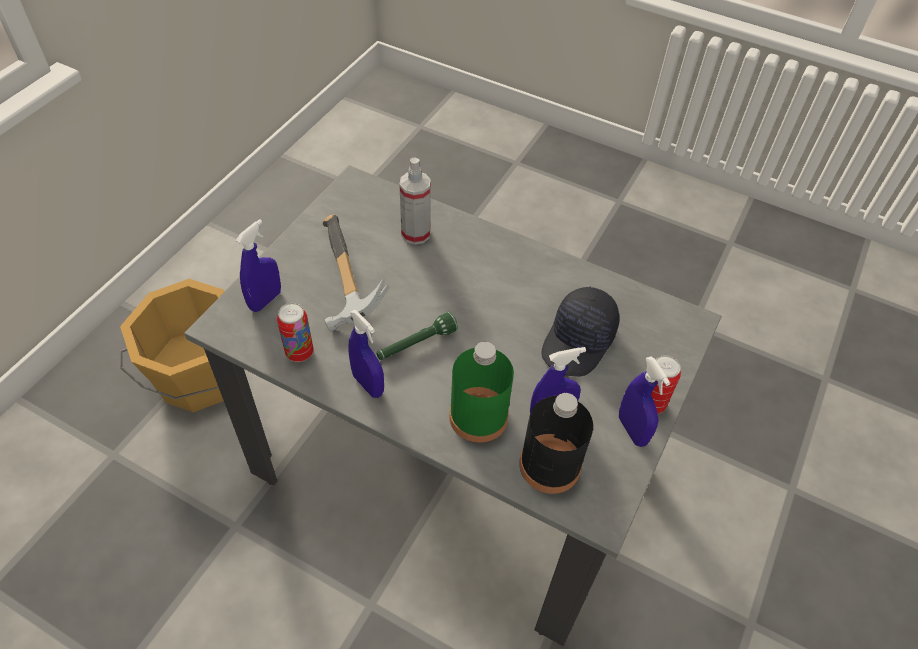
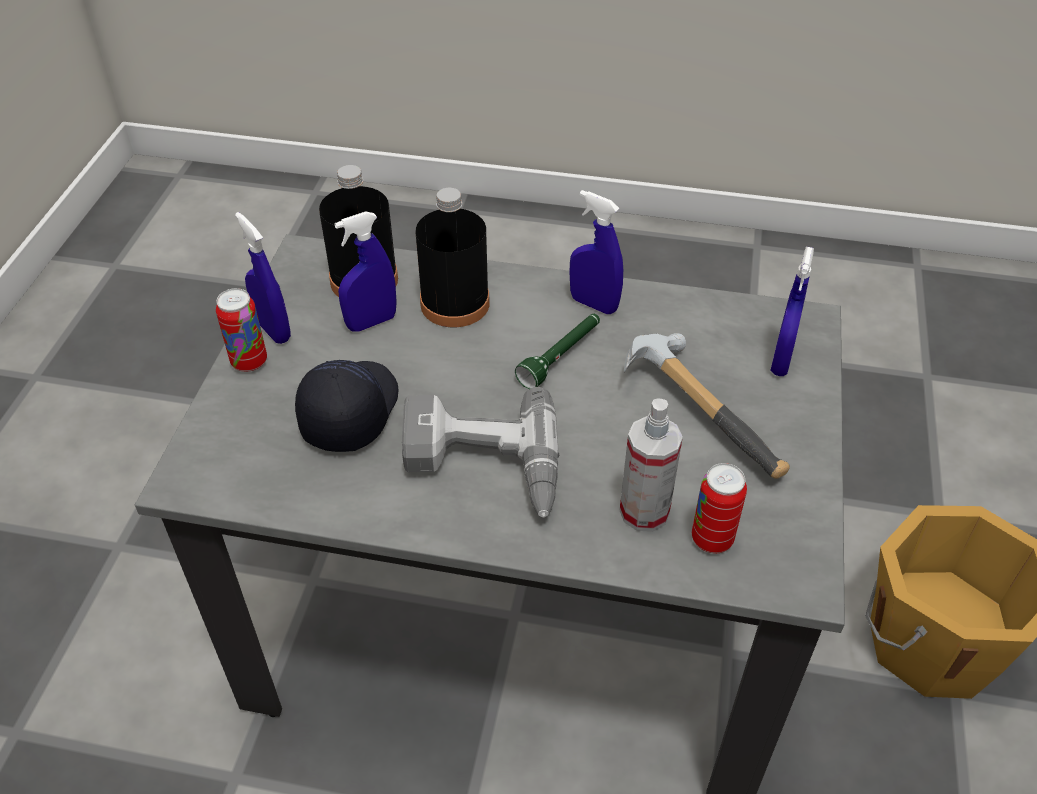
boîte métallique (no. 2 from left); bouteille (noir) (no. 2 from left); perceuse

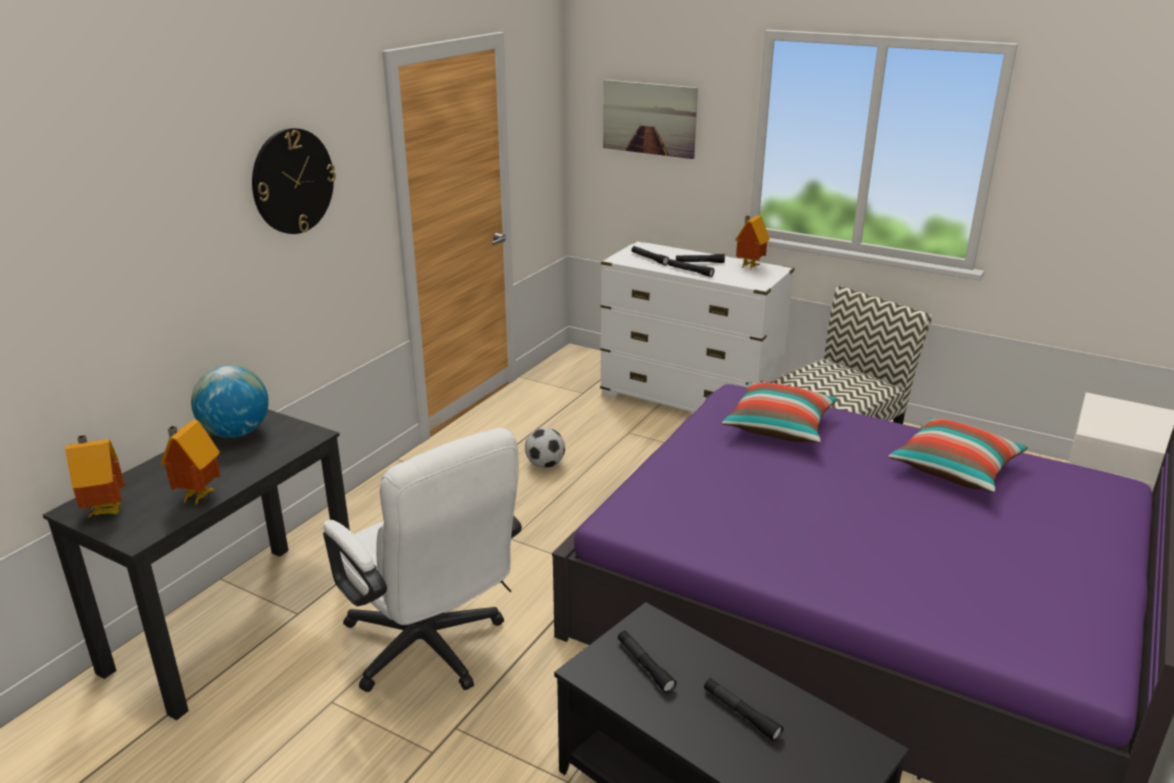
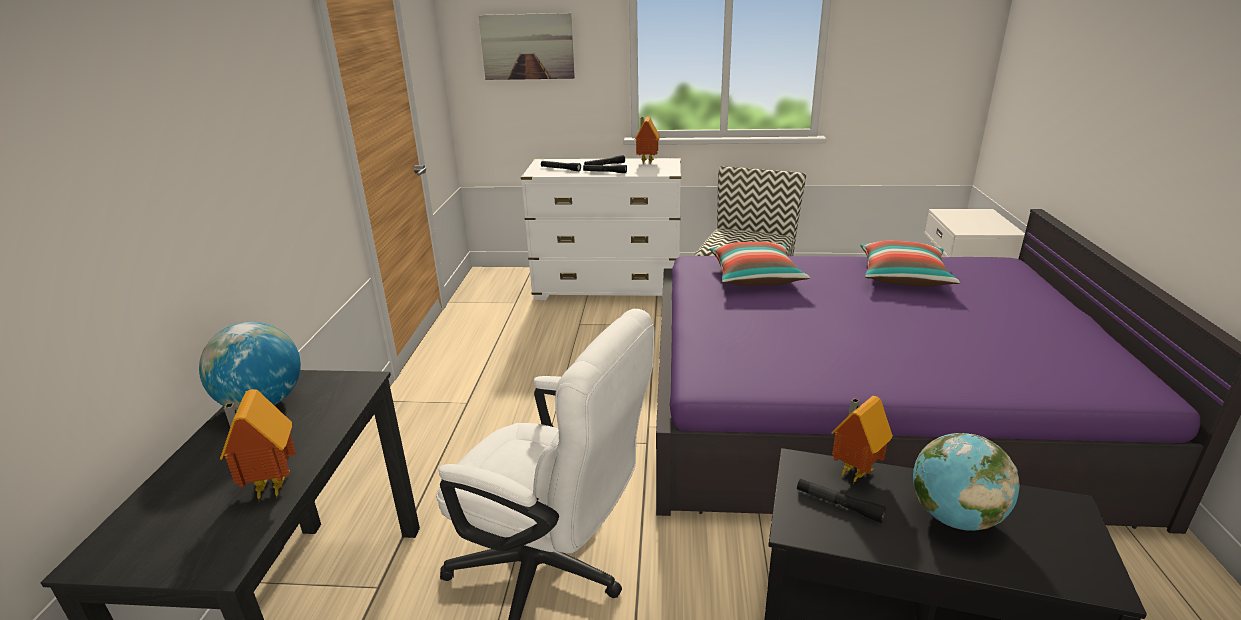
maison miniature (no. 3 from left); horloge murale; ballon de foot; globe (no. 2 from left)

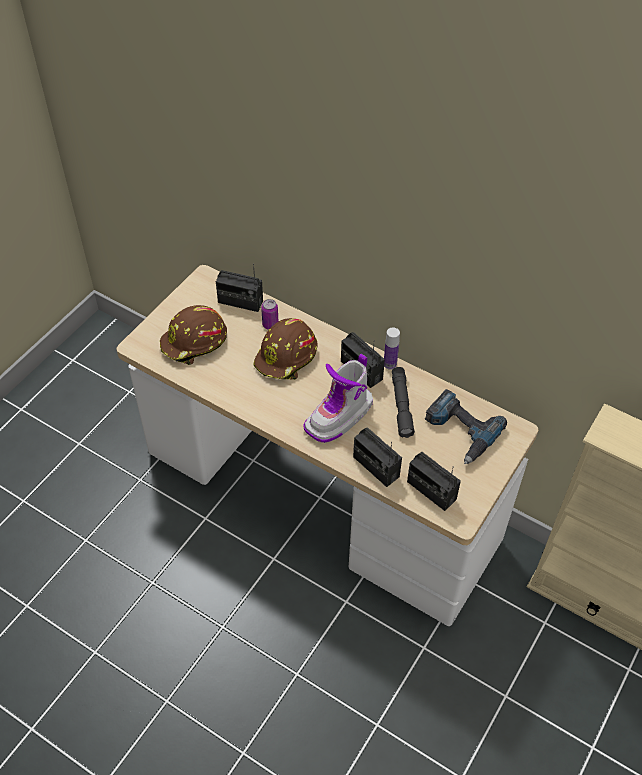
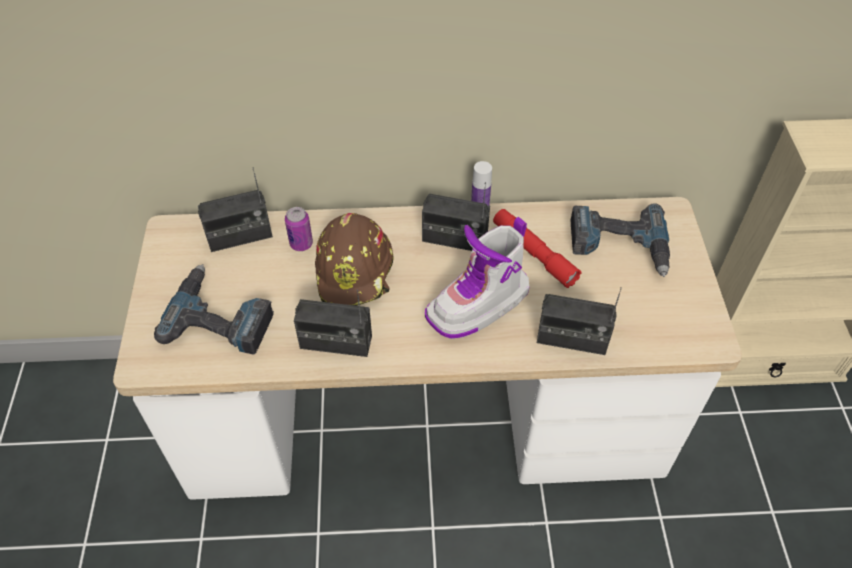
perceuse (no. 1 from left); botte; lampe de poche (rouge); radio (no. 2 from left)

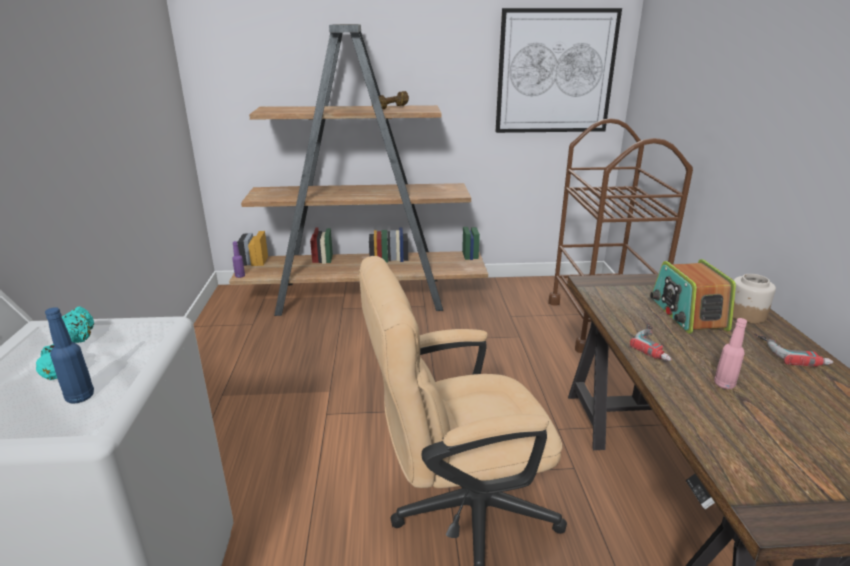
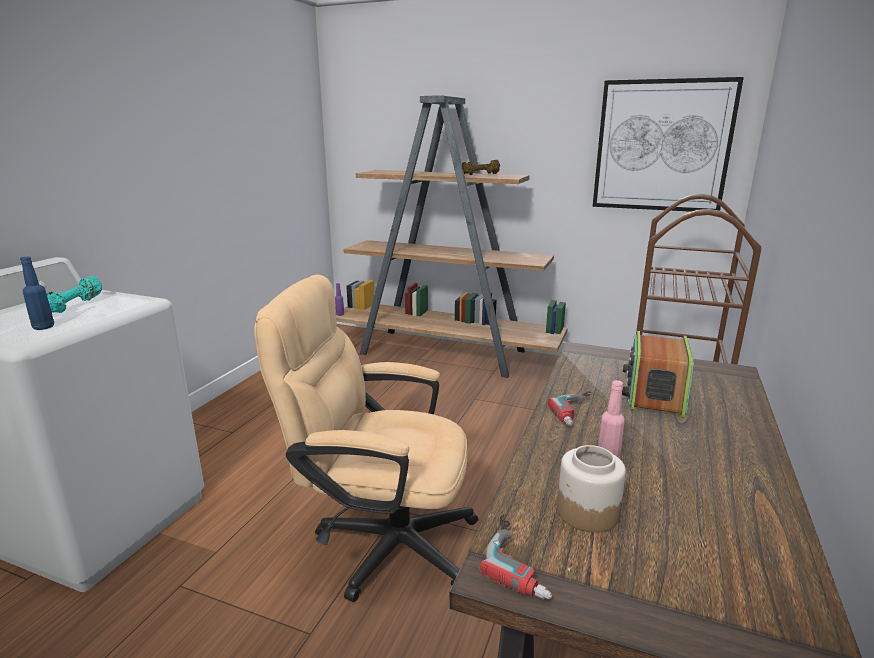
bocal; perceuse (no. 1 from left)

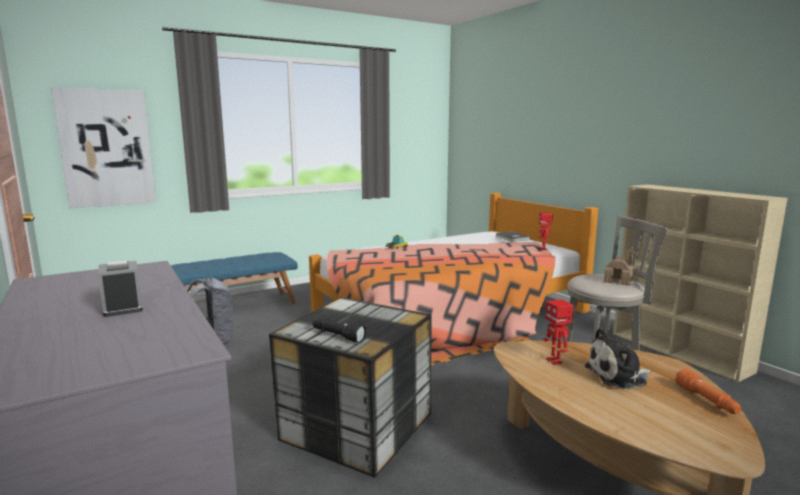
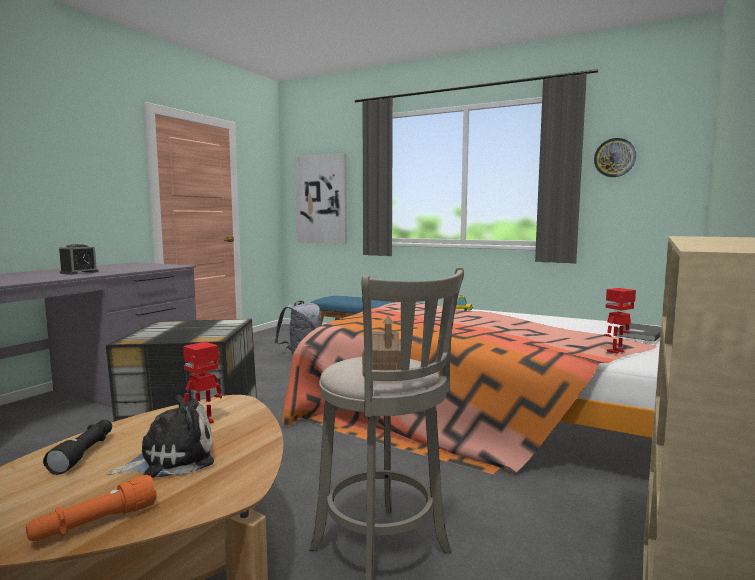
lampe de poche (noir); peluche; horloge murale

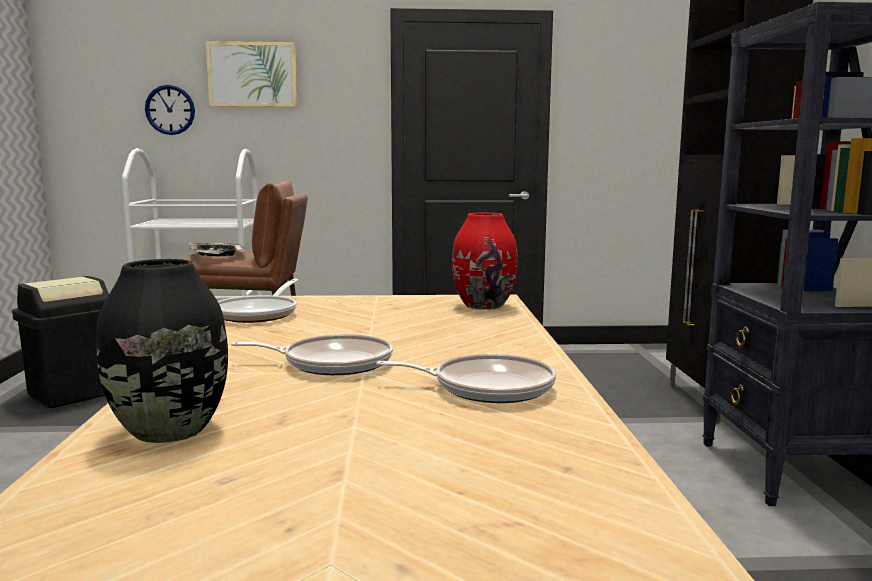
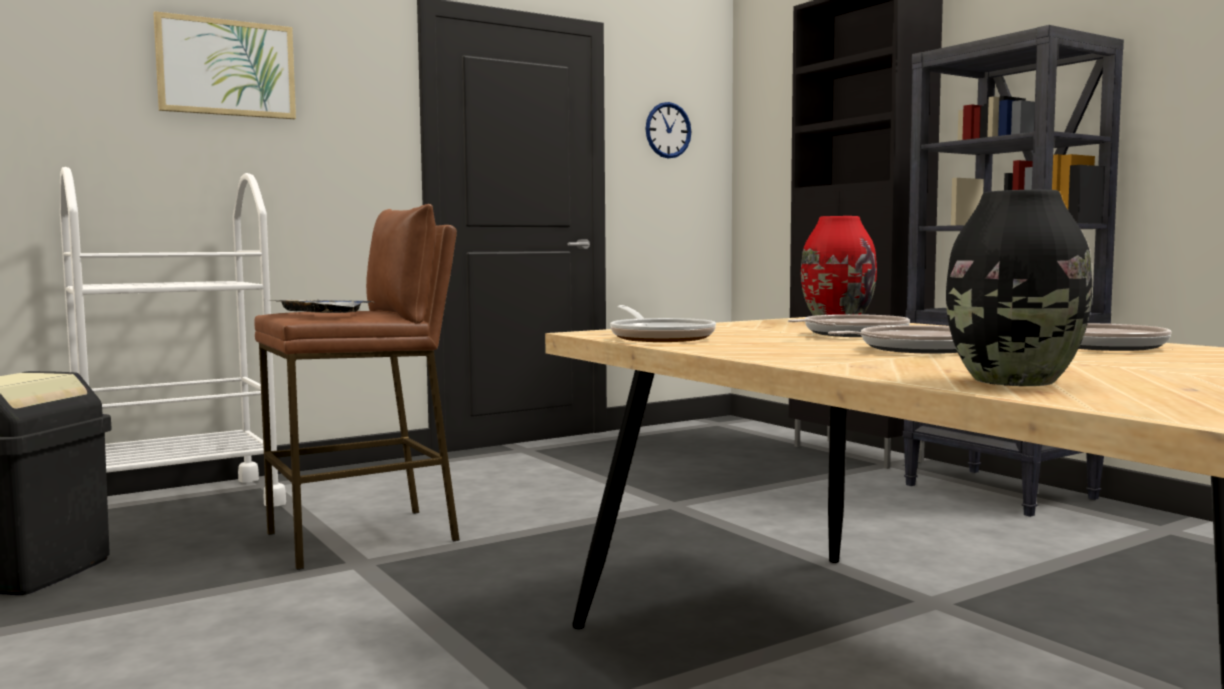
horloge murale; poêle (no. 2 from left)

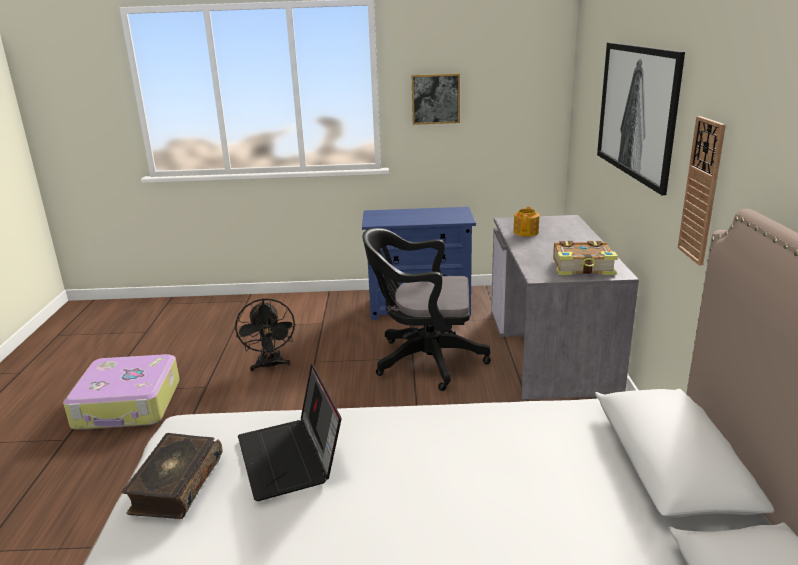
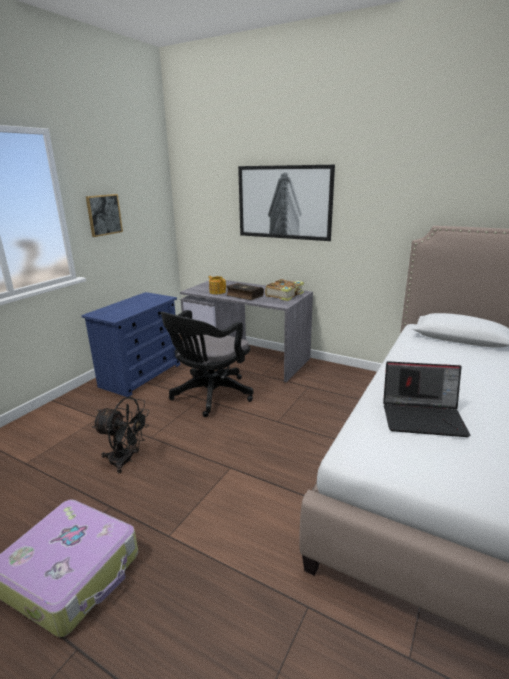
livre (no. 1 from left); horloge murale

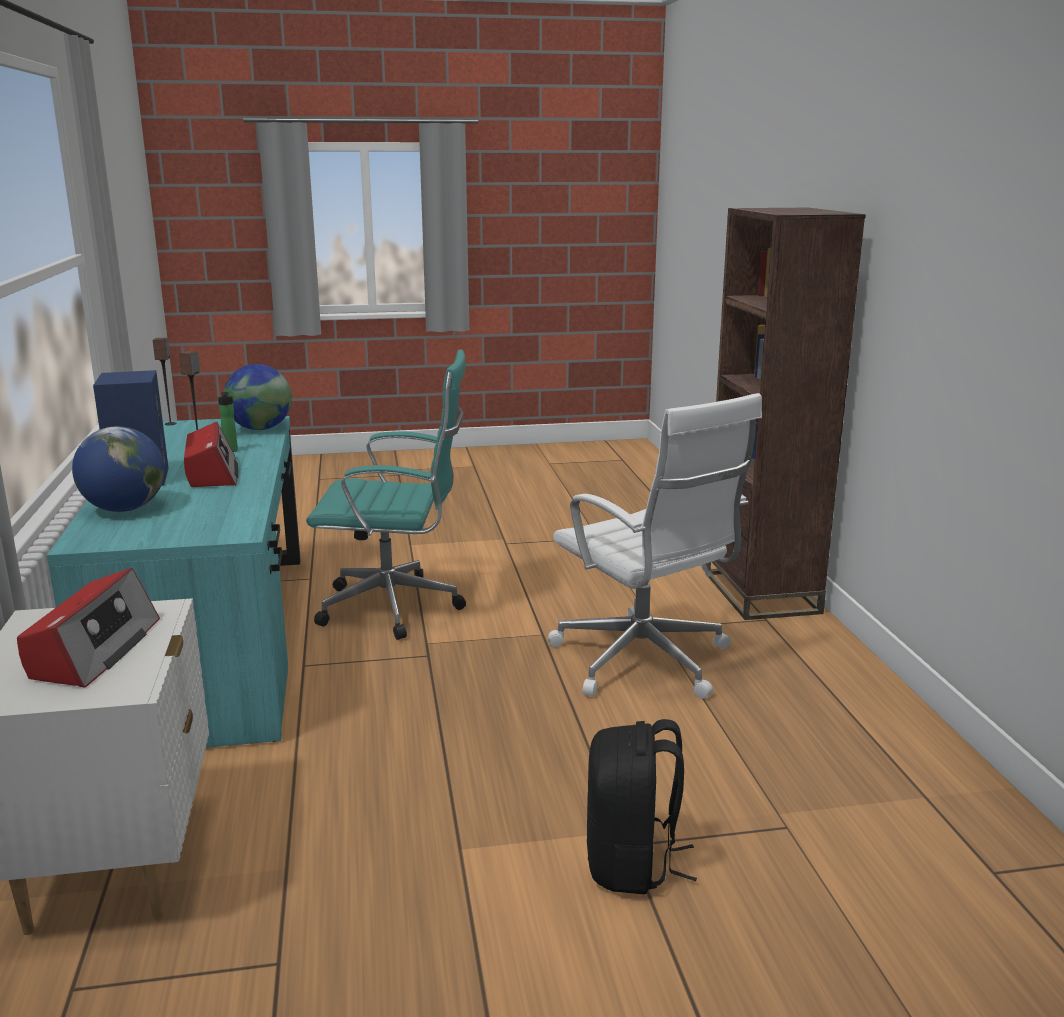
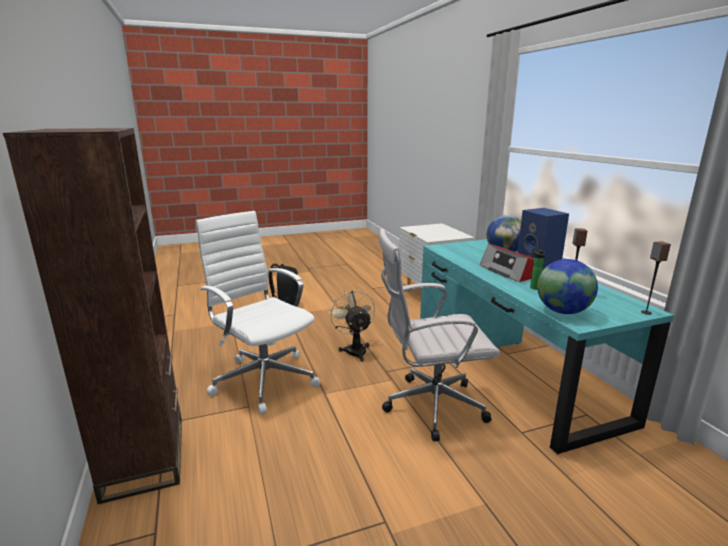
radio (no. 1 from left in the first image); chaise de bureau (blanc) (no. 2 from left); ventilateur (beige)

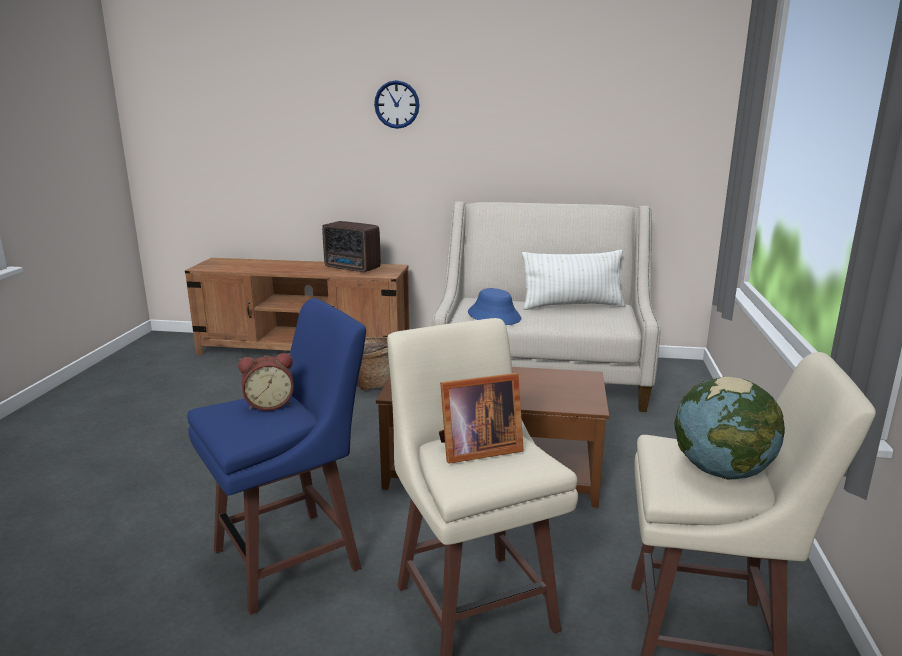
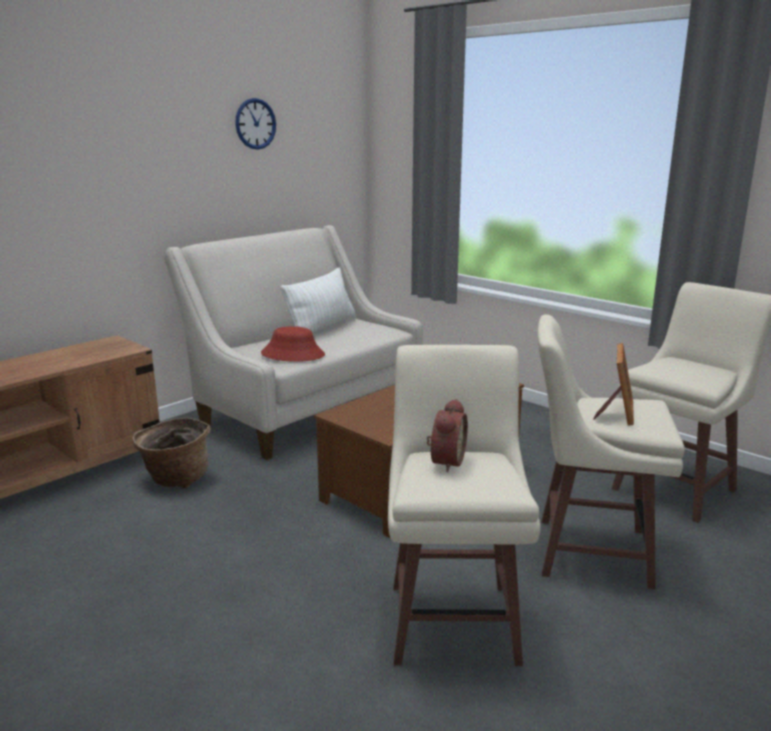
tabouret (beige) (no. 1 from left); radio; horloge murale; chapeau (rouge); globe

